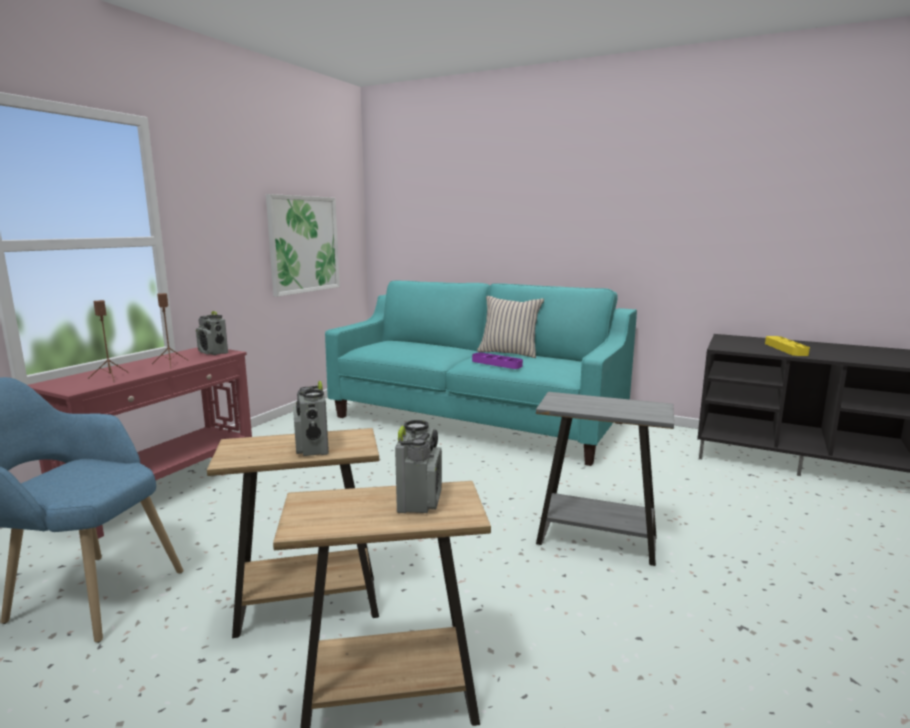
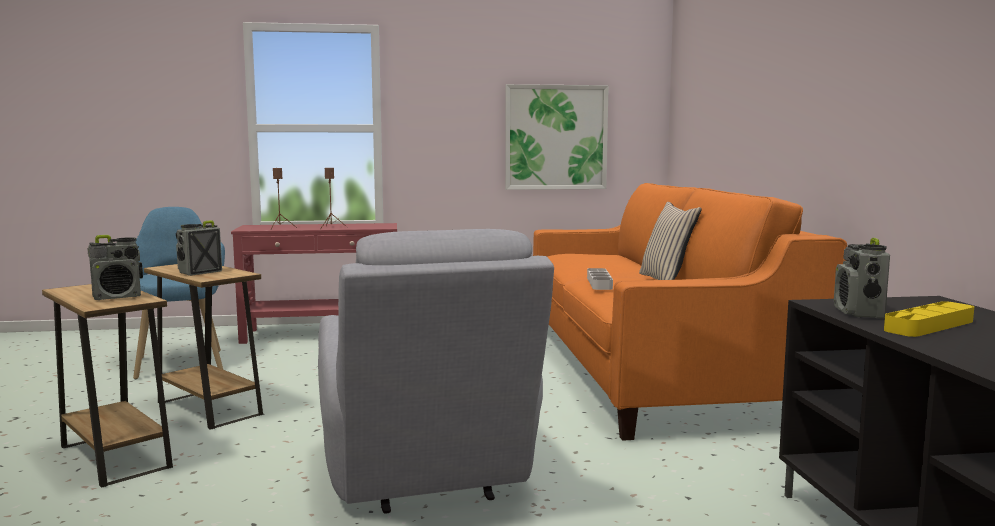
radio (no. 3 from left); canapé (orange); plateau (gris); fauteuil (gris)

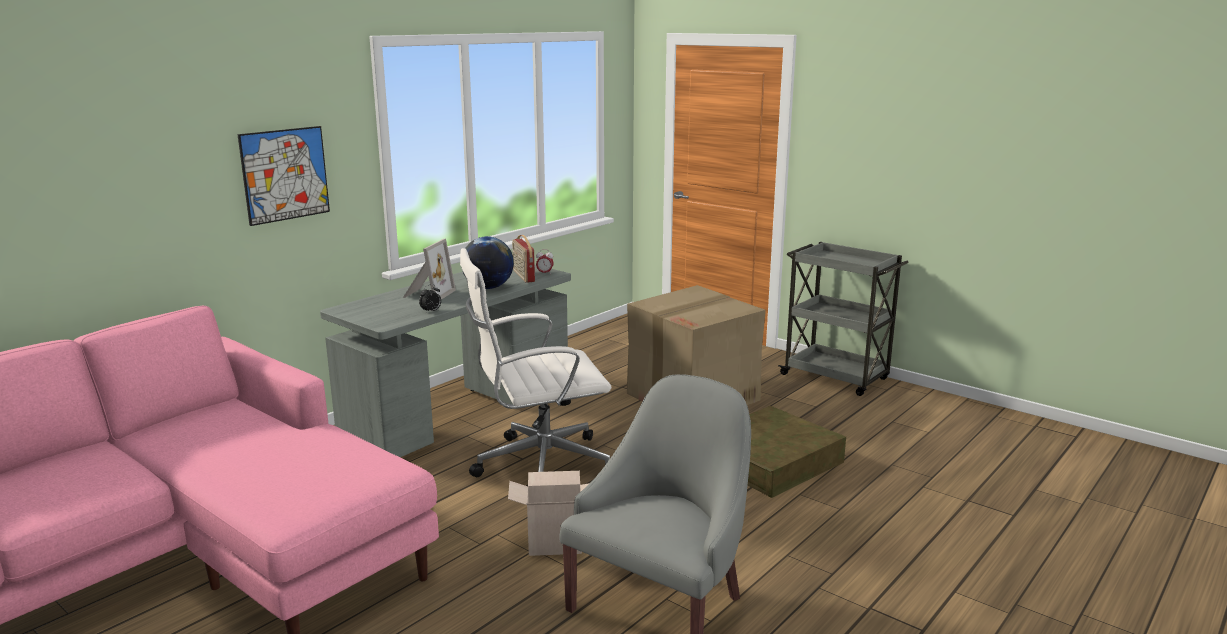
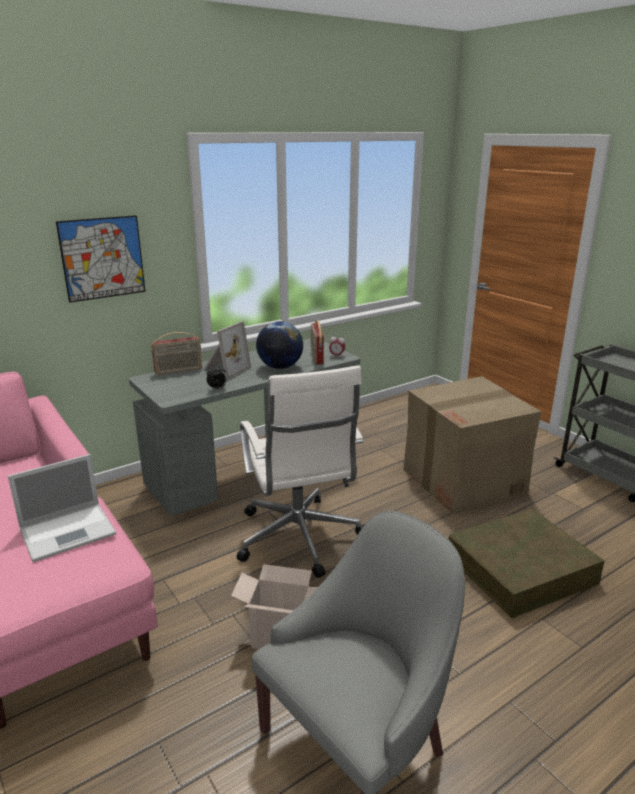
chaise de bureau (blanc); ordinateur portable; radio (no. 1 from left)

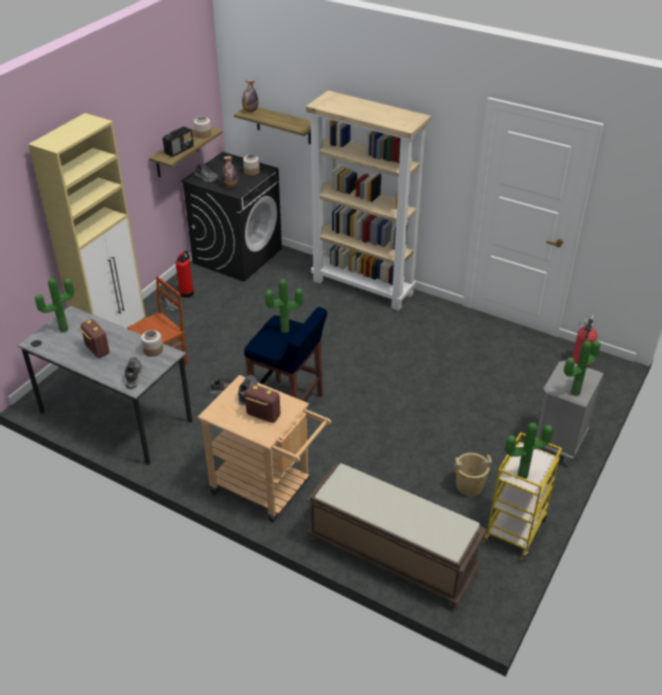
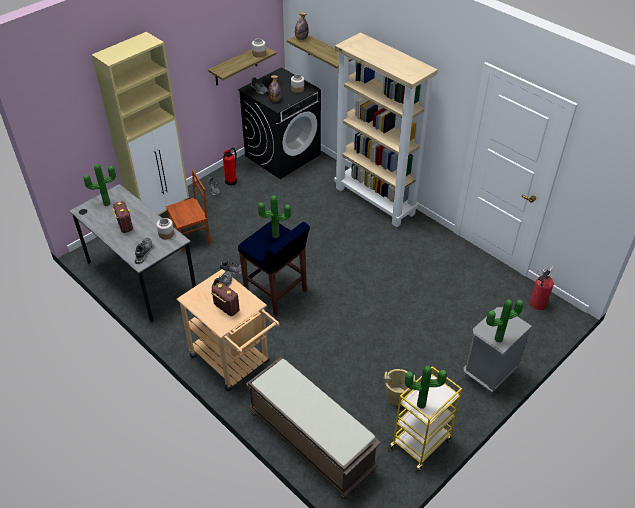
radio (no. 2 from left in the first image)

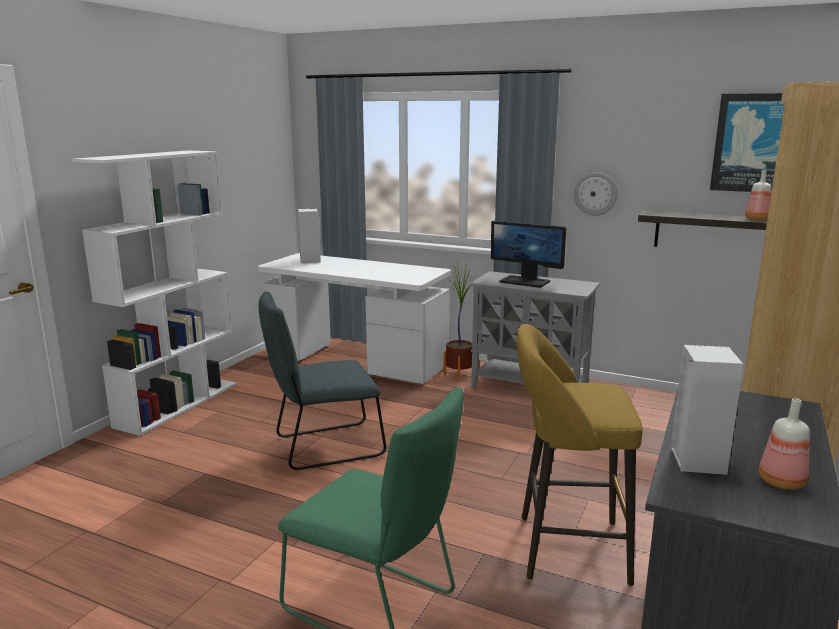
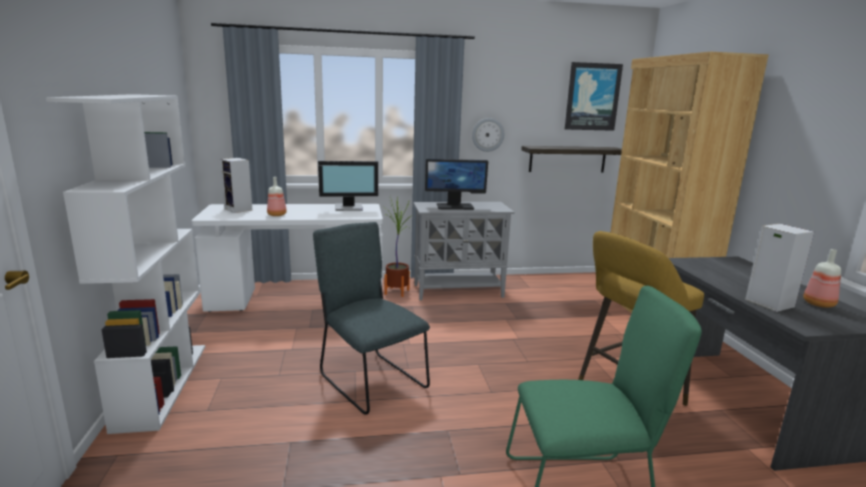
chaise (gris); bouteille (no. 1 from left); écran d'ordinateur (no. 1 from left)

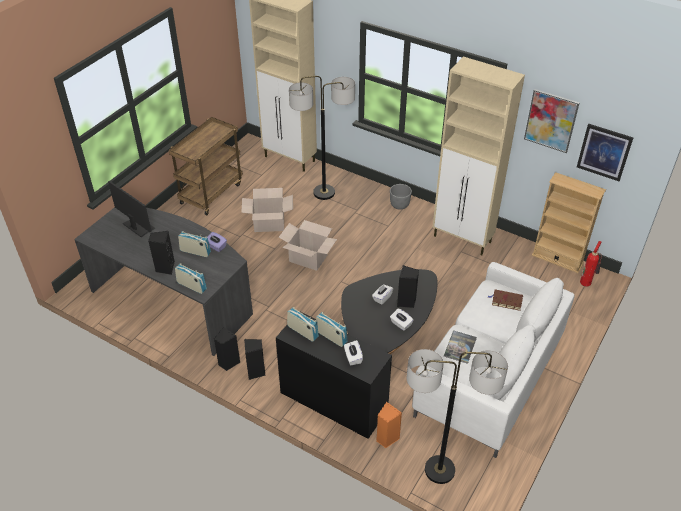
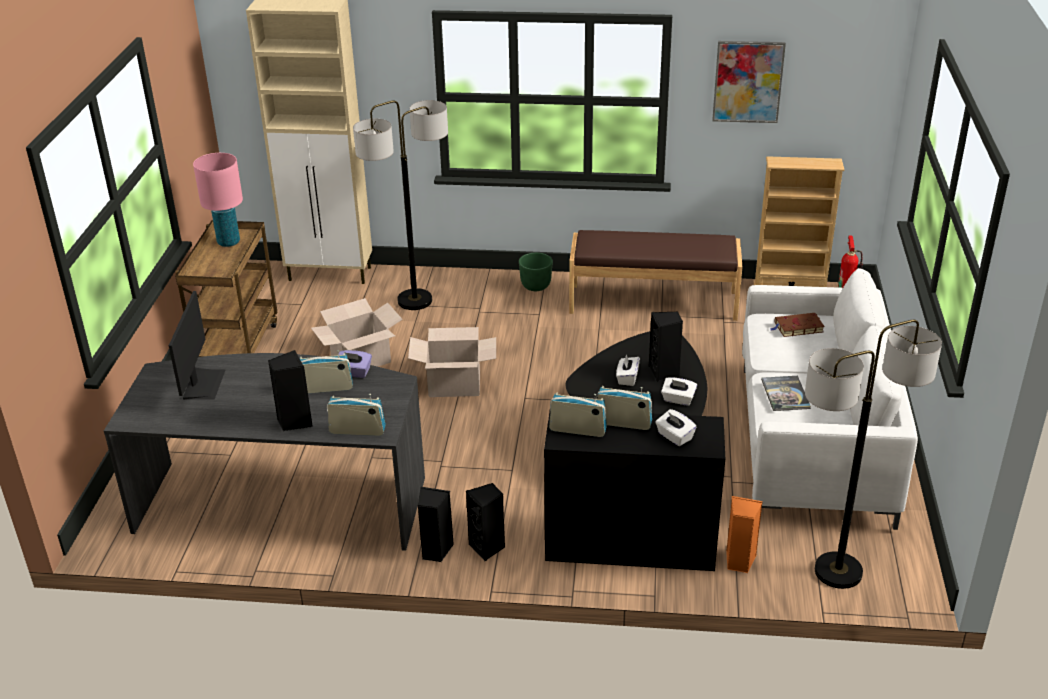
écran d'ordinateur; cache-pot (vert); banc (marron); tableau (no. 2 from left in the first image); lampe de table (rose)

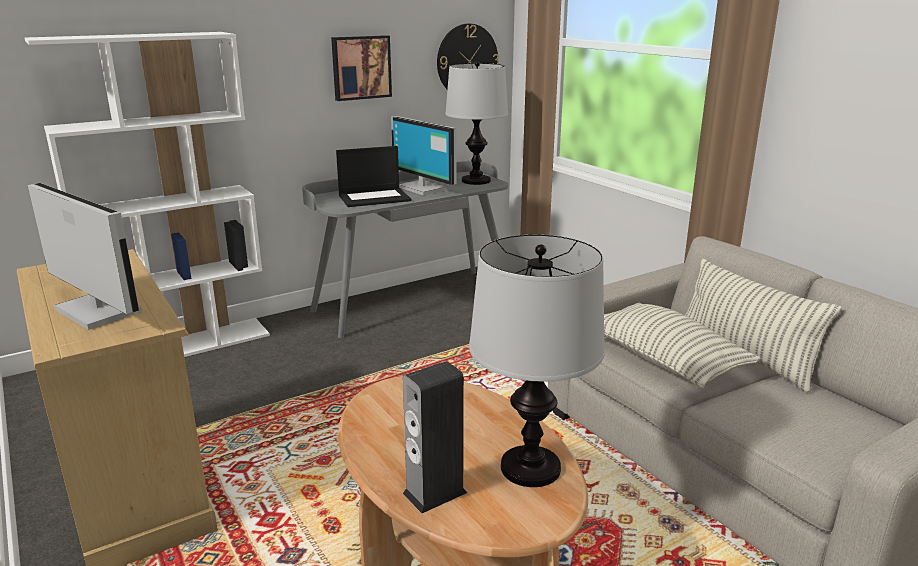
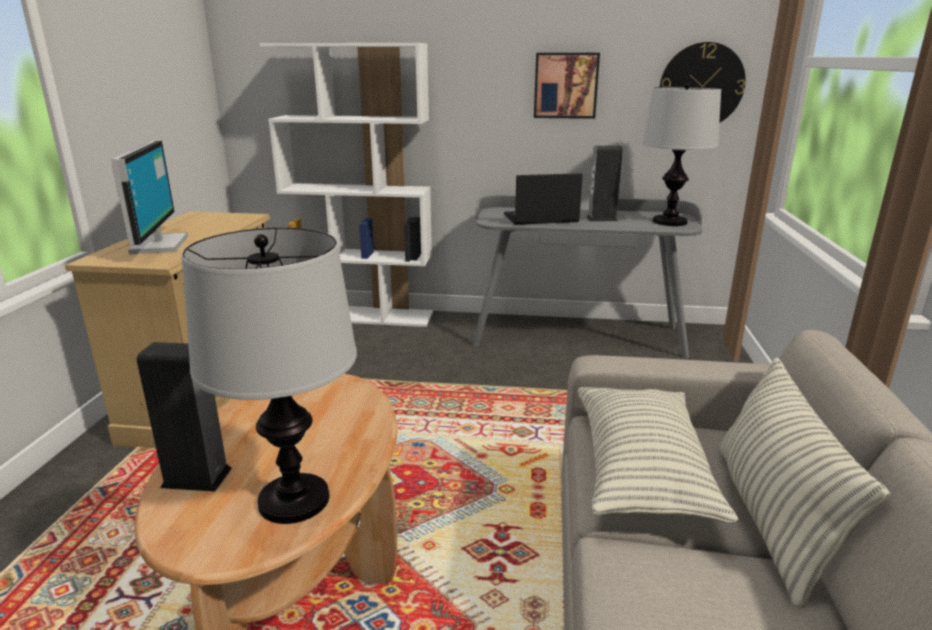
ordinateur portable; enceinte (no. 2 from left)

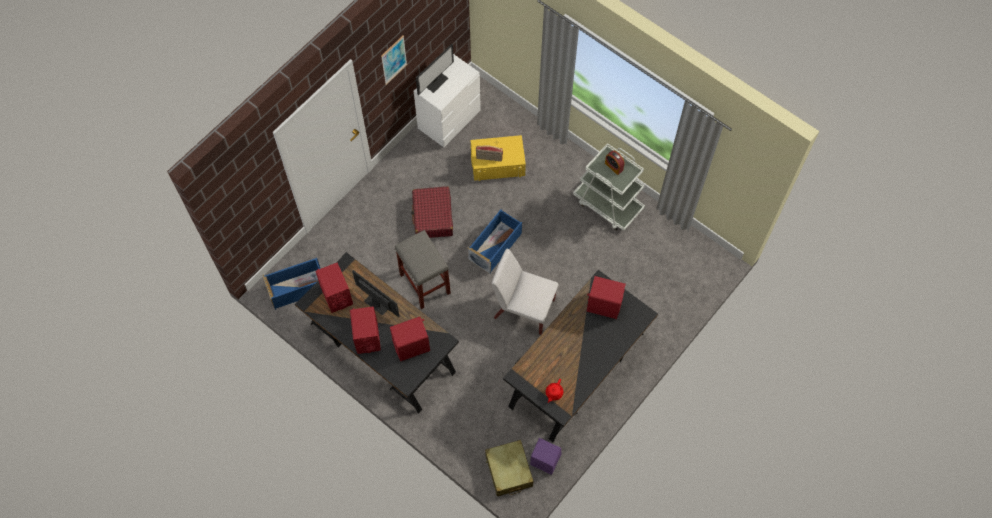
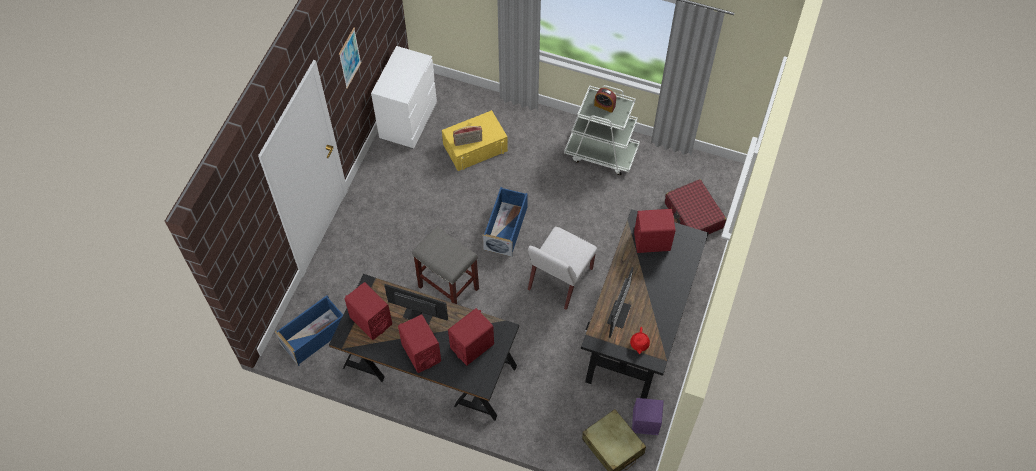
valise (rouge); écran d'ordinateur (no. 2 from left); chaise (blanc)

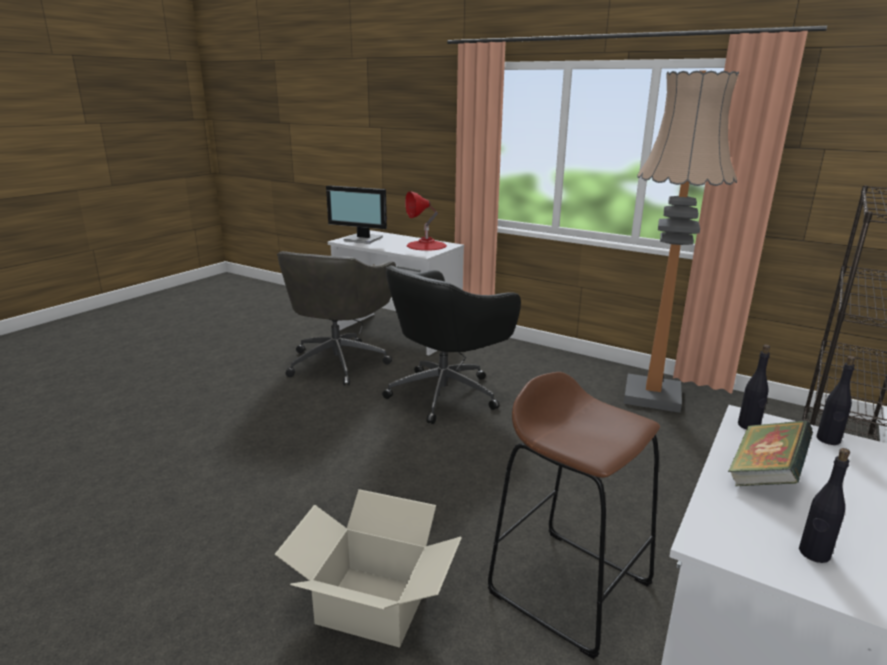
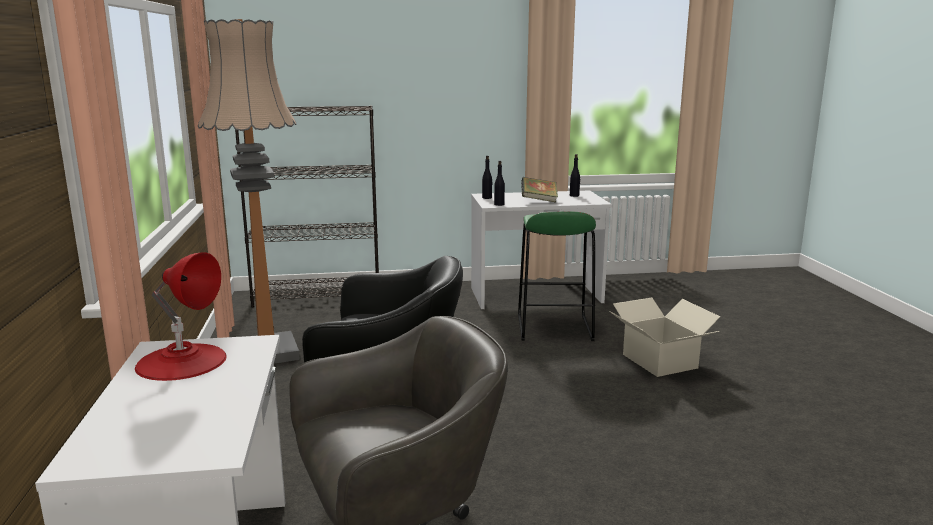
écran d'ordinateur; tabouret (vert)

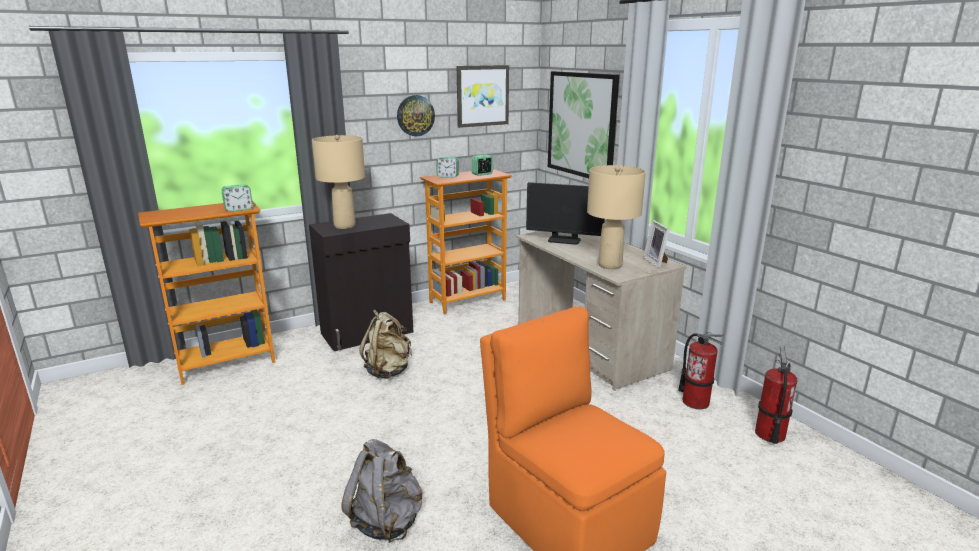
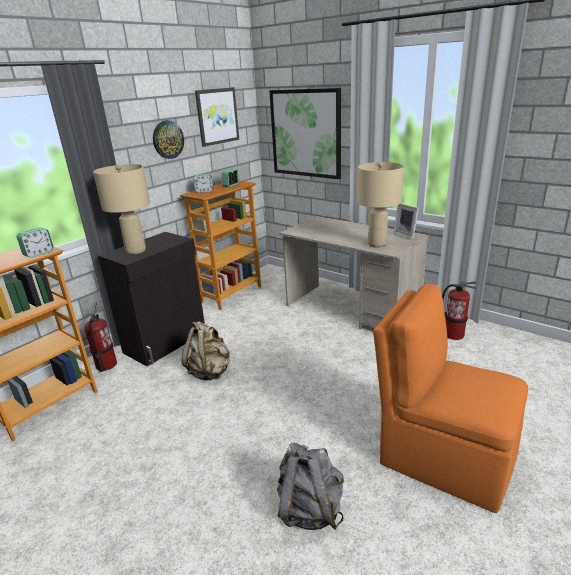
écran d'ordinateur; extincteur (no. 1 from left)

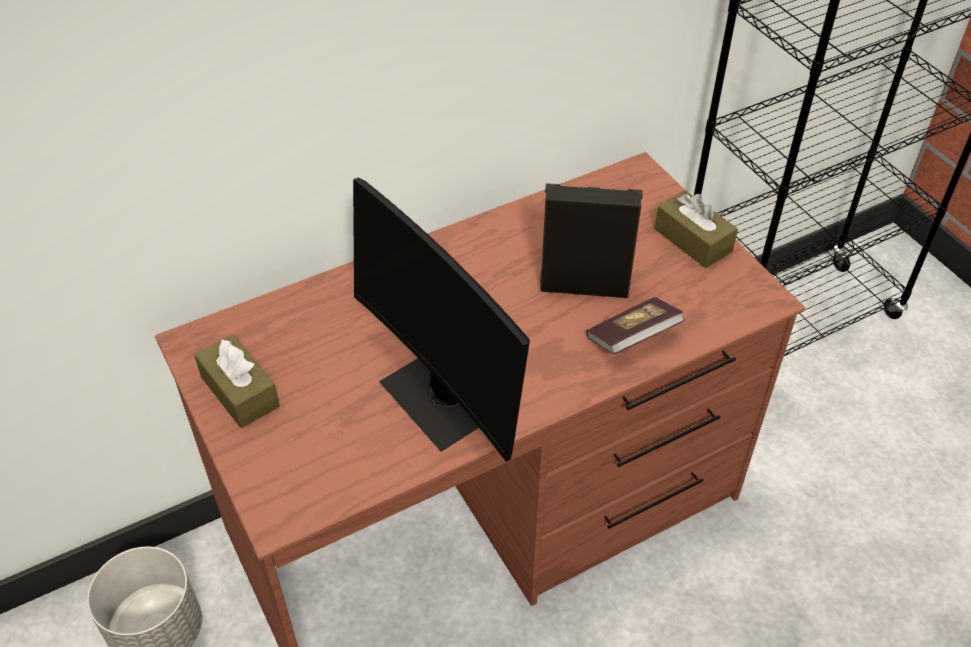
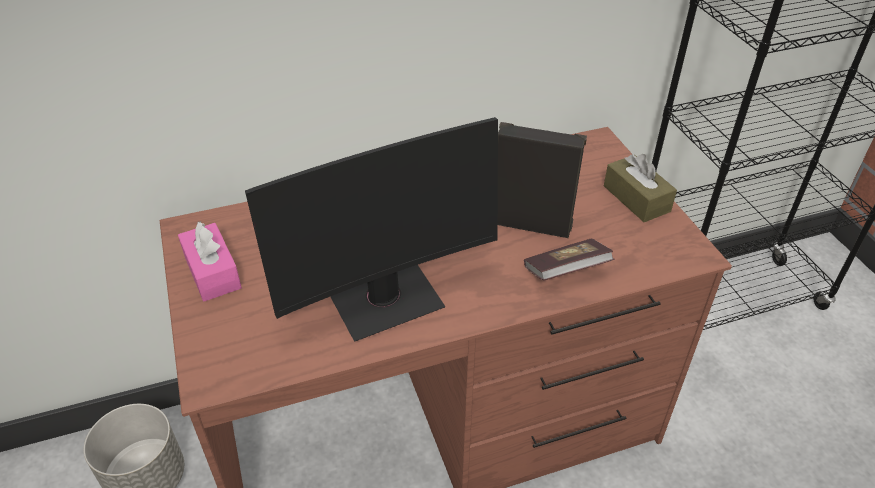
boîte à mouchoirs (rose); écran d'ordinateur

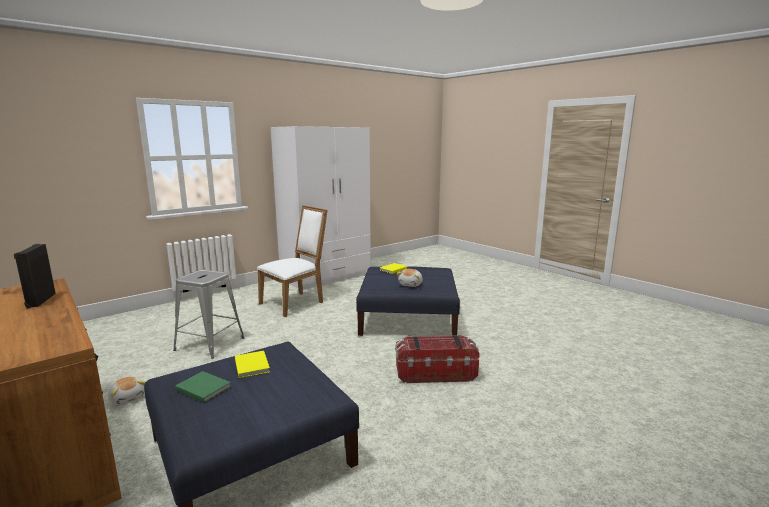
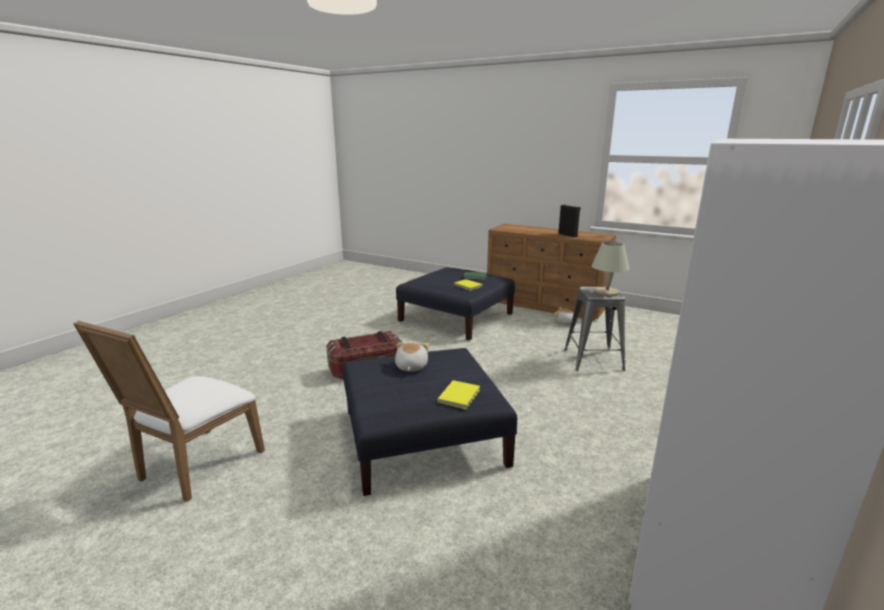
chaise (blanc); lampe de table (beige)

